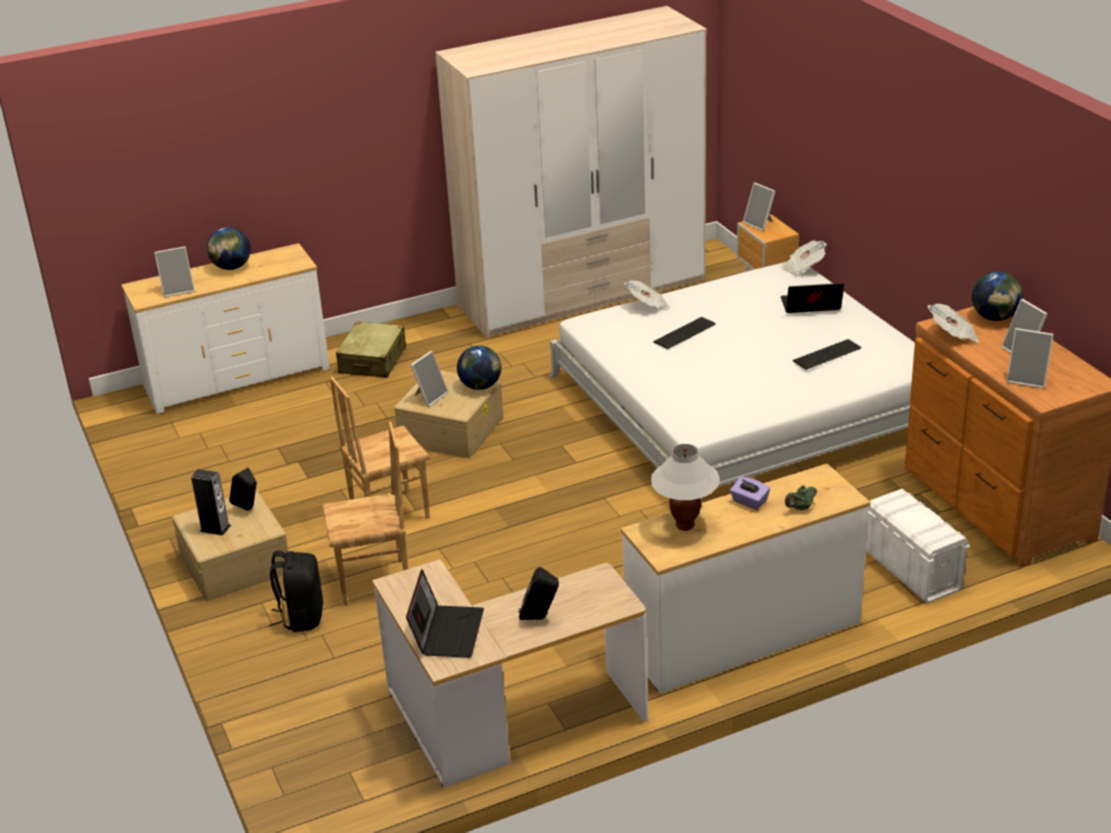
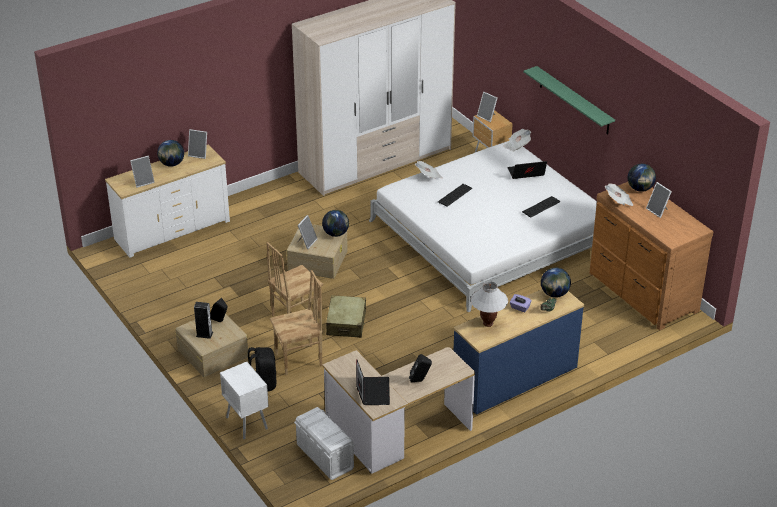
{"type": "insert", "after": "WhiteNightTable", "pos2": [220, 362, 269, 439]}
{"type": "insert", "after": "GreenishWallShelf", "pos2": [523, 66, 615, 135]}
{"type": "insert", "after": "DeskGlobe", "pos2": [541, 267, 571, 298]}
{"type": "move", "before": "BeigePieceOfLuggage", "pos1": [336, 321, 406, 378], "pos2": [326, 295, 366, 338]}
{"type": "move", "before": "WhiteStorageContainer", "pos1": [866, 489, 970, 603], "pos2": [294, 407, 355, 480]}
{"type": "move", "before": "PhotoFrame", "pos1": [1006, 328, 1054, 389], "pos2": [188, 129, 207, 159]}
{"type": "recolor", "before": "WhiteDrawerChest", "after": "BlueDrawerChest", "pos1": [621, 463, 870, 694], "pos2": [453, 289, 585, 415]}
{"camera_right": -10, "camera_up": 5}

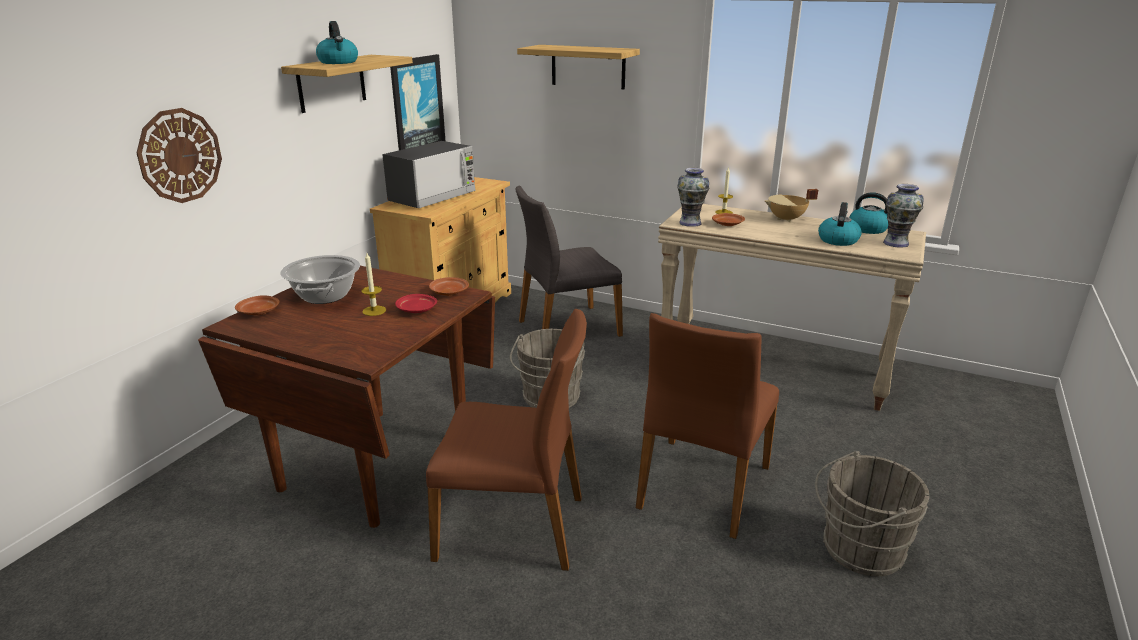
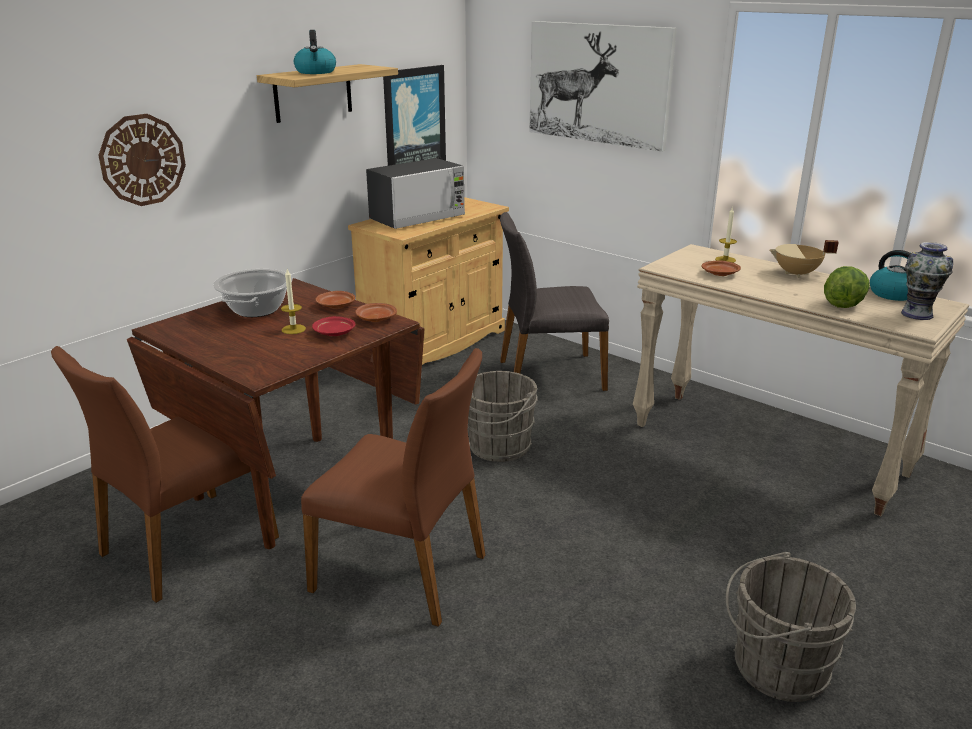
{"type": "delete", "before": "DecorativeVase", "pos1": [677, 168, 709, 227]}
{"type": "move", "before": "BrownDinnerPlate", "pos1": [235, 295, 279, 315], "pos2": [316, 291, 356, 309]}
{"type": "move", "before": "BrownUprightChair", "pos1": [636, 313, 779, 539], "pos2": [51, 346, 279, 603]}
{"type": "replace", "before": "WallShelf", "after": "WallPicture", "pos1": [517, 45, 640, 89], "pos2": [529, 21, 677, 152]}
{"type": "replace", "before": "TeaKettle", "after": "LettuceHead", "pos1": [818, 202, 862, 246], "pos2": [824, 266, 870, 308]}
{"camera_right": 15, "camera_up": 0}

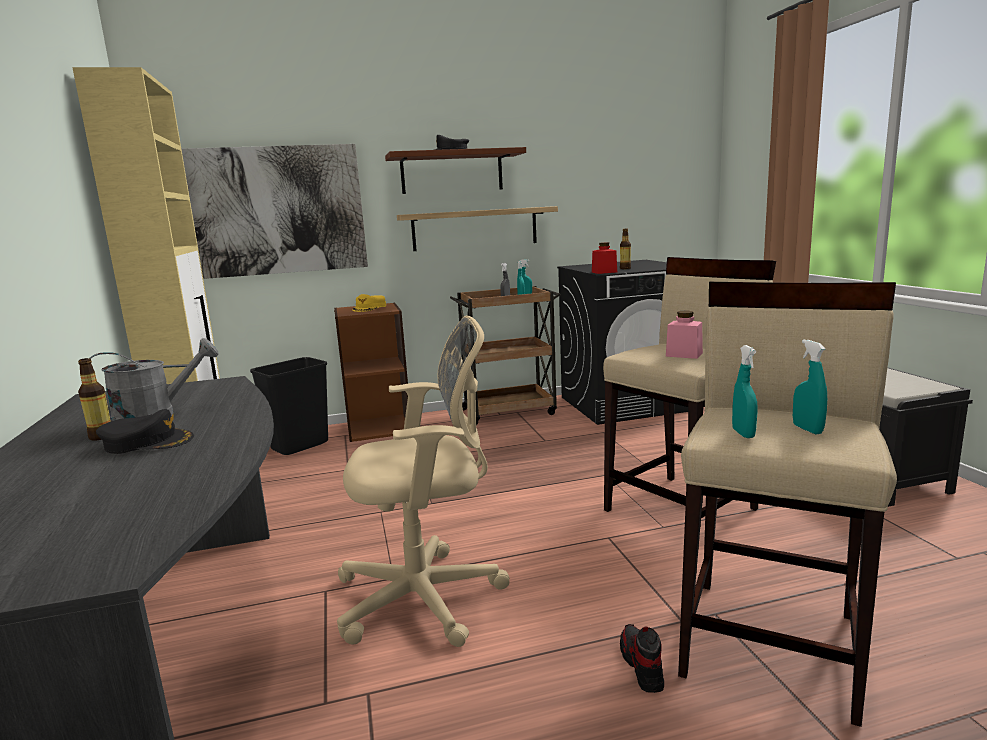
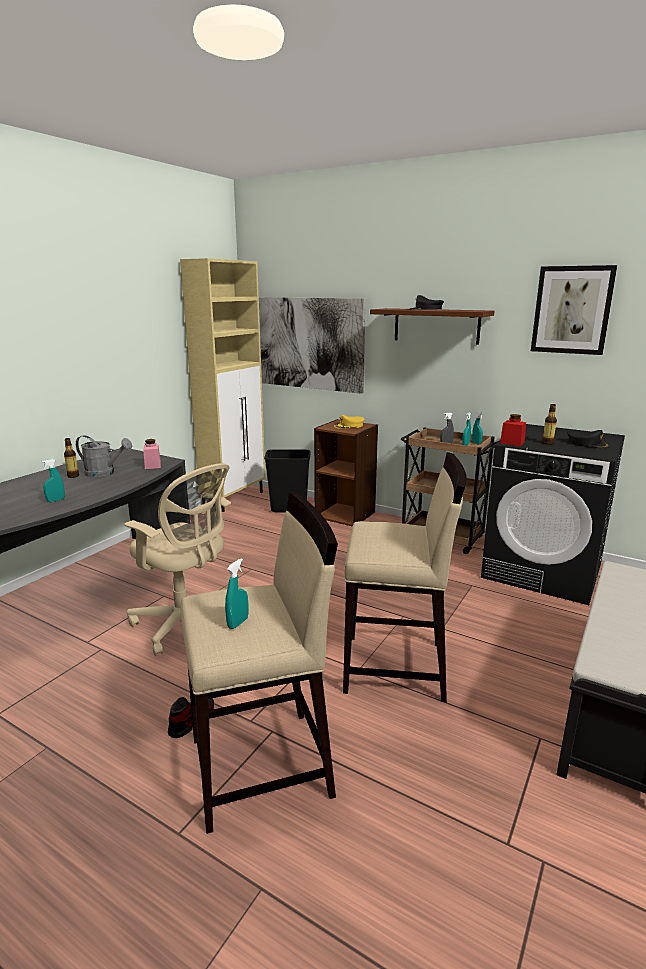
{"type": "delete", "before": "WallShelf", "pos1": [397, 206, 558, 251]}
{"type": "insert", "after": "WallPicture", "pos2": [531, 265, 617, 355]}
{"type": "move", "before": "BlackPeakedCap", "pos1": [96, 409, 194, 454], "pos2": [567, 430, 610, 449]}
{"type": "move", "before": "PinkishStorageJar", "pos1": [666, 311, 703, 359], "pos2": [143, 439, 161, 469]}
{"type": "move", "before": "TurquoiseColouredSprayBottle", "pos1": [732, 345, 758, 438], "pos2": [41, 459, 65, 502]}
{"camera_right": 45, "camera_up": 5}

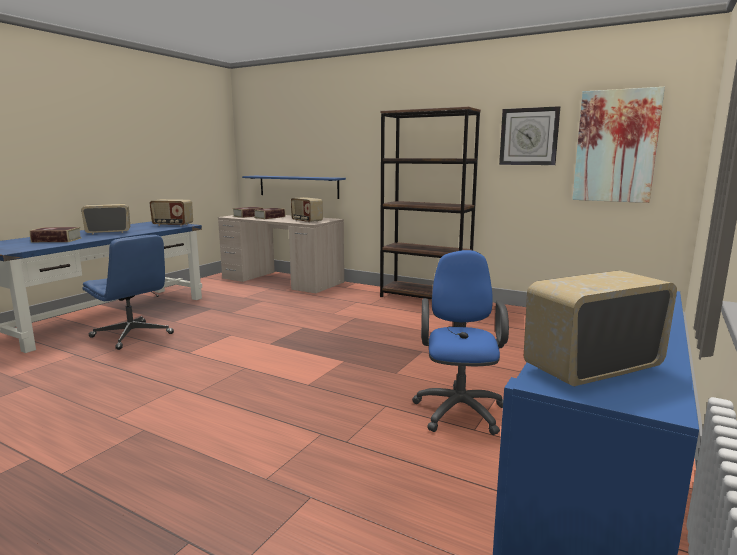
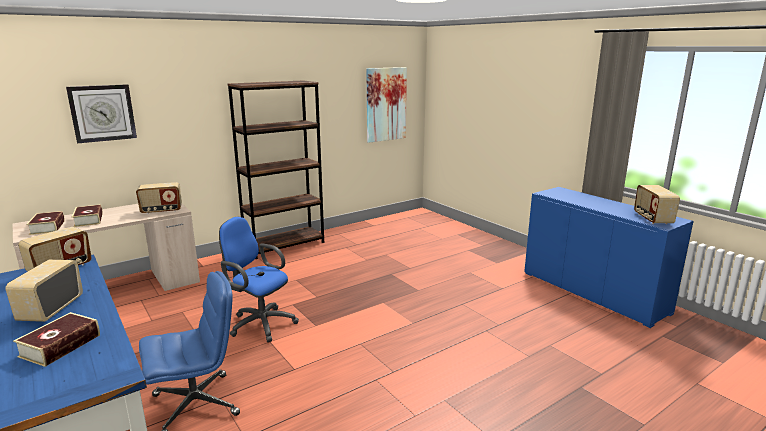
{"type": "delete", "before": "BlueWallShelf", "pos1": [242, 176, 346, 199]}
{"type": "move", "before": "BlueComputerChair", "pos1": [412, 250, 509, 435], "pos2": [219, 217, 299, 342]}
{"type": "move", "before": "ClockOnTheWall", "pos1": [499, 106, 560, 165], "pos2": [66, 84, 137, 143]}
{"camera_right": -65, "camera_up": 5}

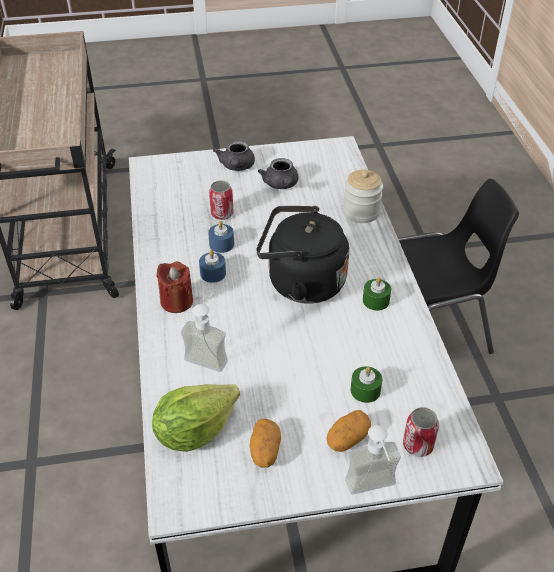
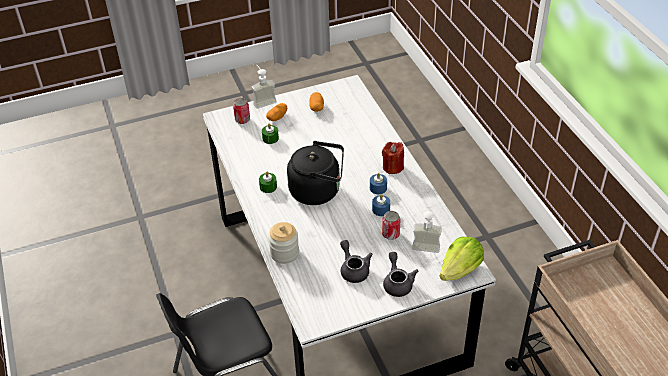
{"type": "move", "before": "LettuceHead", "pos1": [152, 384, 240, 452], "pos2": [439, 237, 484, 281]}
{"type": "move", "before": "SoapDispenser", "pos1": [181, 292, 228, 372], "pos2": [412, 211, 442, 253]}
{"camera_right": 170, "camera_up": 0}

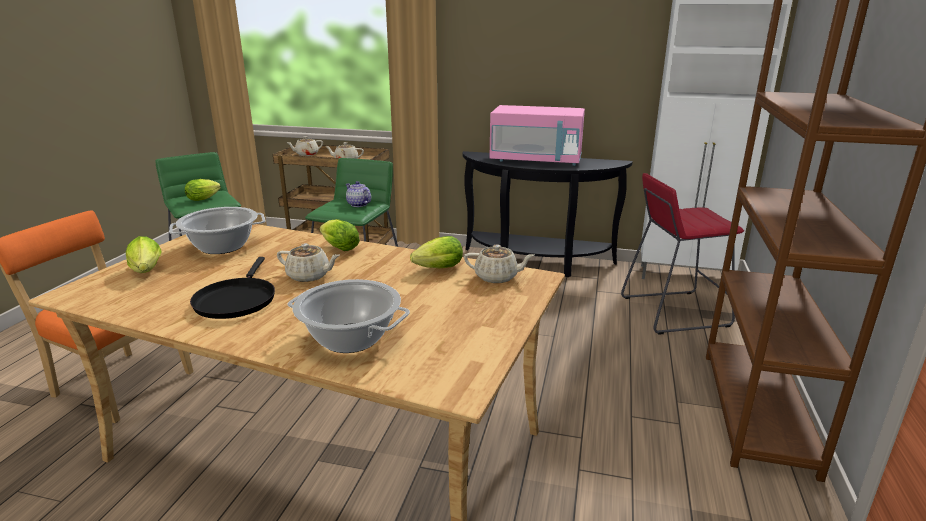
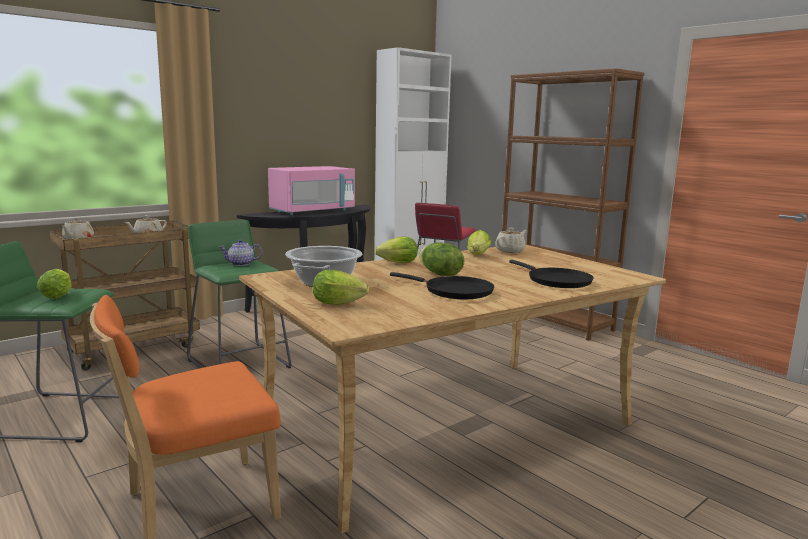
{"type": "replace", "before": "BeigeTeapot", "after": "LettuceHead", "pos1": [277, 243, 340, 282], "pos2": [419, 242, 464, 276]}
{"type": "replace", "before": "Saucepot", "after": "BlackPan", "pos1": [288, 279, 410, 353], "pos2": [509, 260, 593, 288]}
{"camera_right": -55, "camera_up": -10}

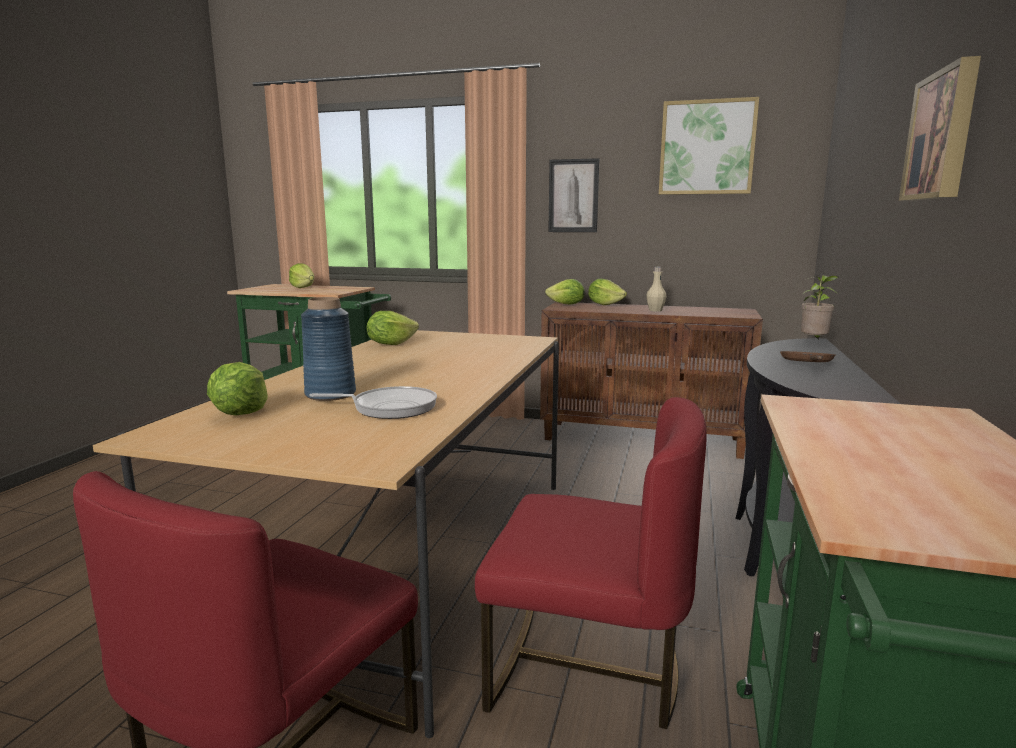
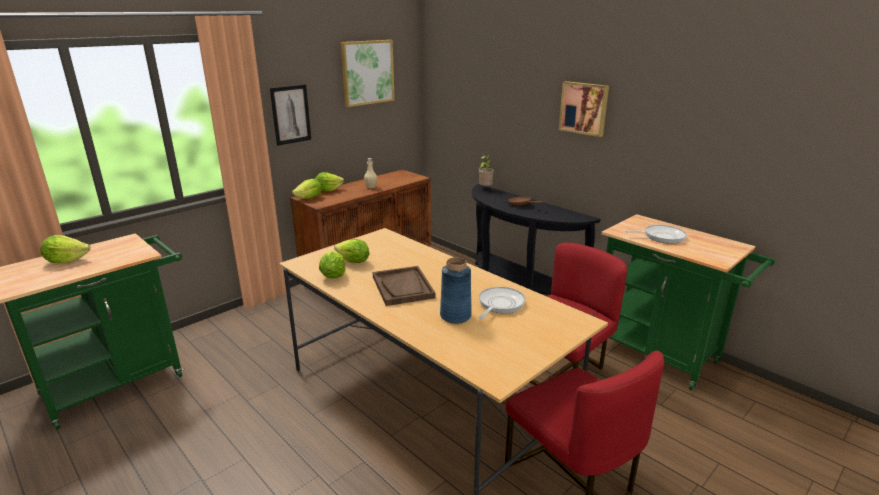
{"type": "insert", "after": "BrownTray", "pos2": [373, 266, 436, 306]}
{"type": "insert", "after": "Pan", "pos2": [625, 225, 687, 244]}
{"type": "move", "before": "LettuceHead", "pos1": [207, 362, 268, 416], "pos2": [334, 239, 370, 263]}
{"camera_right": -60, "camera_up": 10}

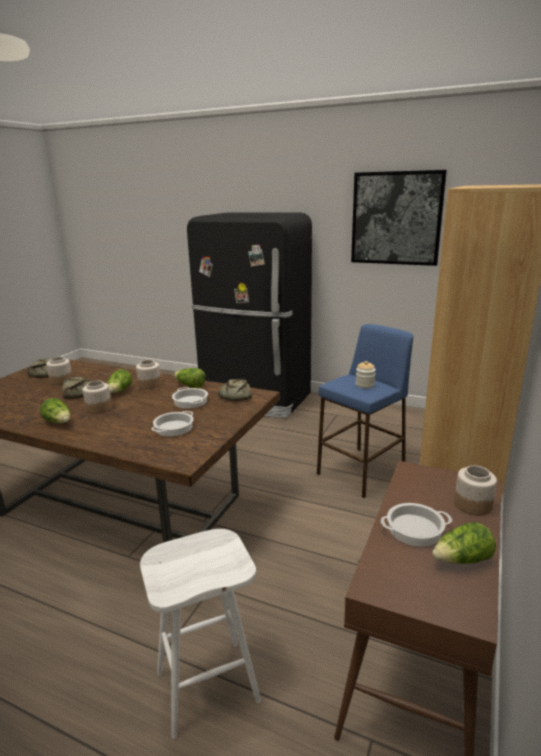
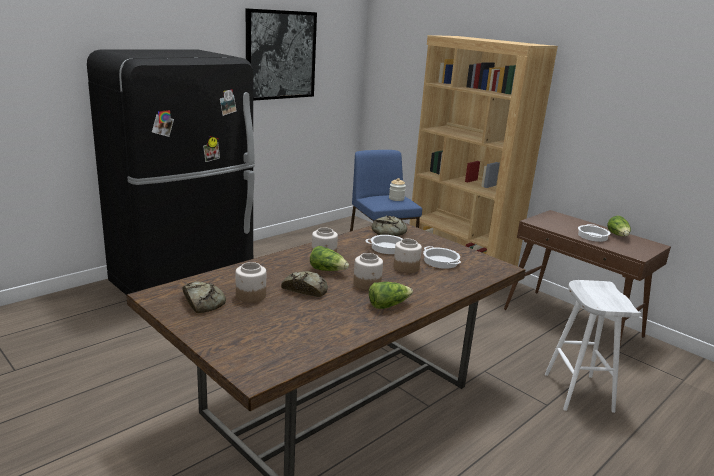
{"type": "delete", "before": "LettuceHead", "pos1": [174, 368, 206, 388]}
{"type": "move", "before": "StorageJar", "pos1": [454, 465, 497, 516], "pos2": [393, 239, 422, 273]}
{"camera_right": -70, "camera_up": 0}

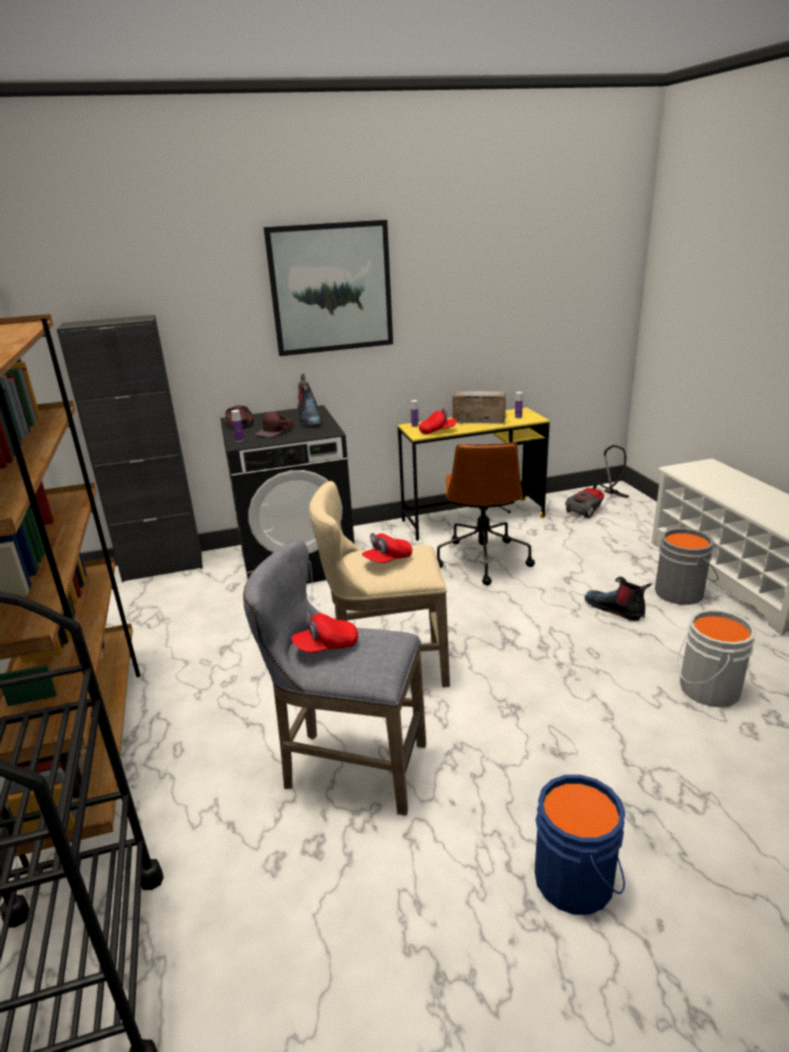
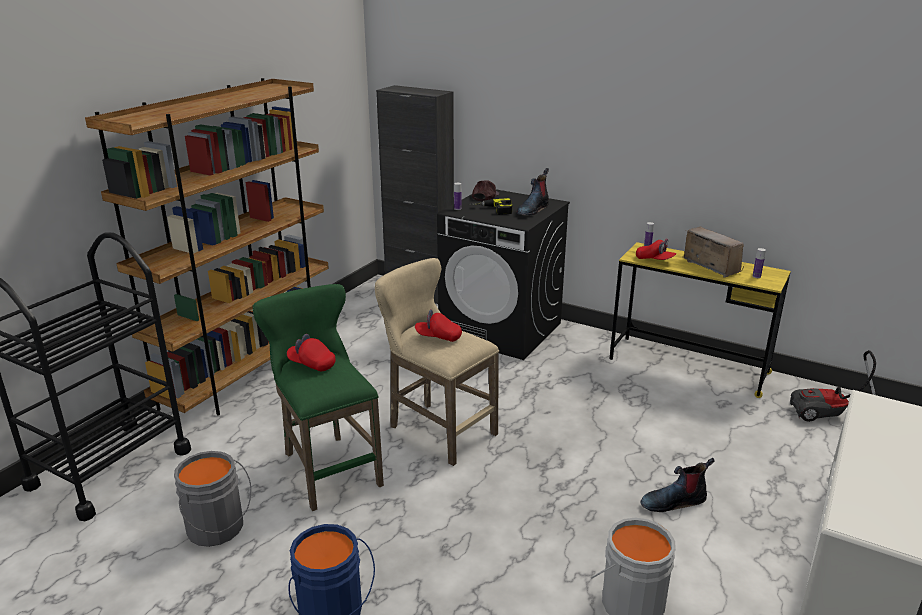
{"type": "delete", "before": "WallPicture", "pos1": [264, 220, 393, 356]}
{"type": "delete", "before": "BrownComputerChair", "pos1": [437, 442, 535, 585]}
{"type": "move", "before": "GreyishWaterBucket", "pos1": [655, 528, 718, 605], "pos2": [174, 451, 251, 547]}
{"type": "replace", "before": "BrownPeakedCap", "after": "ElectricDrill", "pos1": [255, 411, 294, 437], "pos2": [469, 198, 512, 215]}
{"type": "recolor", "before": "GreyishStool", "after": "GreenishStool", "pos1": [243, 540, 426, 816], "pos2": [252, 284, 384, 511]}
{"type": "rotate", "before": "HighTopBoot", "pos1": [584, 577, 652, 621], "pos2": [641, 458, 715, 512], "turn": -105}
{"camera_right": 45, "camera_up": 0}

